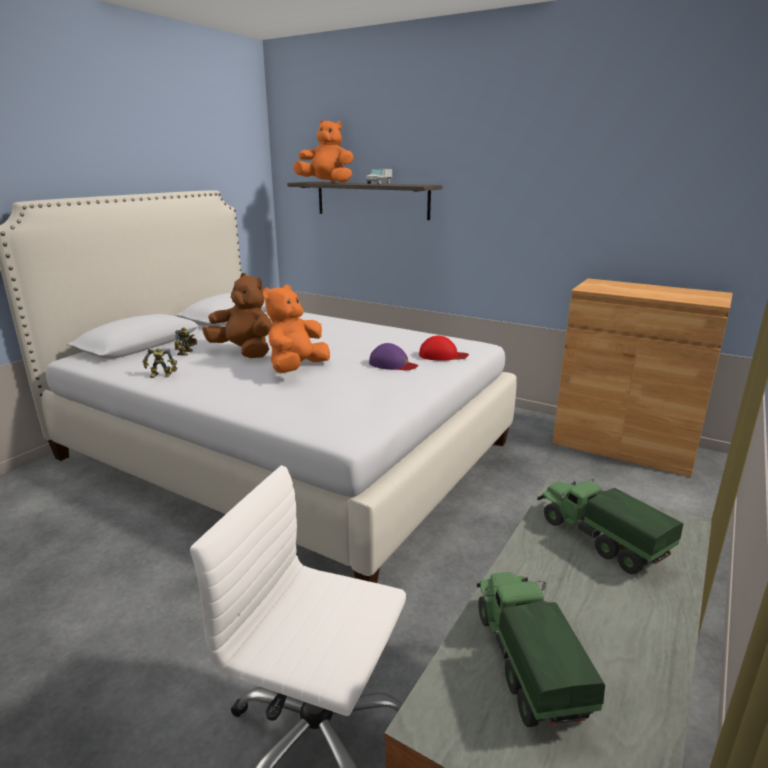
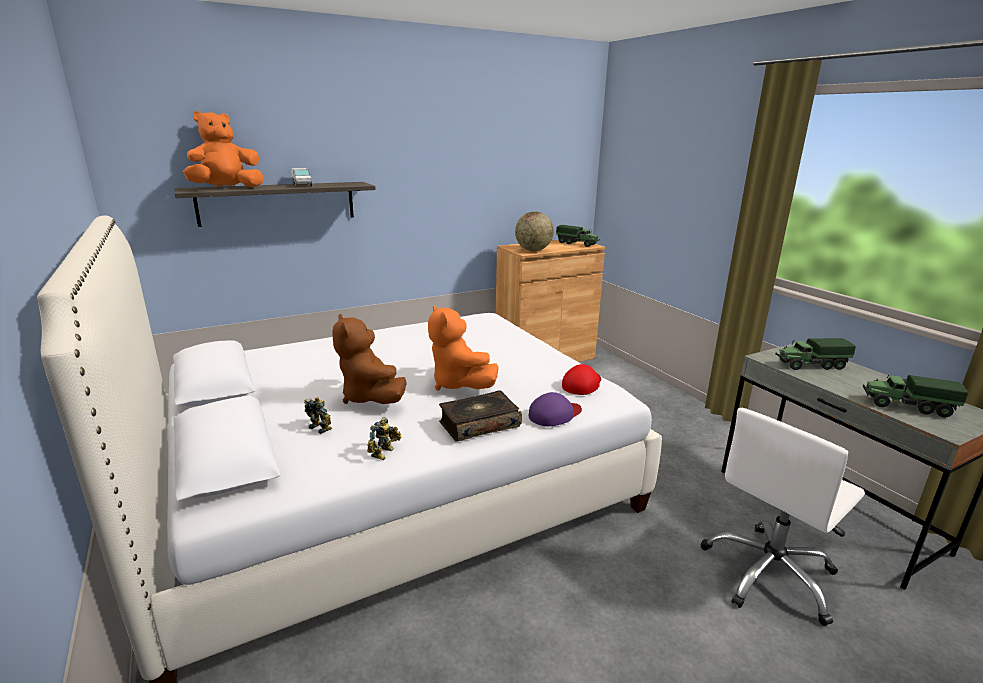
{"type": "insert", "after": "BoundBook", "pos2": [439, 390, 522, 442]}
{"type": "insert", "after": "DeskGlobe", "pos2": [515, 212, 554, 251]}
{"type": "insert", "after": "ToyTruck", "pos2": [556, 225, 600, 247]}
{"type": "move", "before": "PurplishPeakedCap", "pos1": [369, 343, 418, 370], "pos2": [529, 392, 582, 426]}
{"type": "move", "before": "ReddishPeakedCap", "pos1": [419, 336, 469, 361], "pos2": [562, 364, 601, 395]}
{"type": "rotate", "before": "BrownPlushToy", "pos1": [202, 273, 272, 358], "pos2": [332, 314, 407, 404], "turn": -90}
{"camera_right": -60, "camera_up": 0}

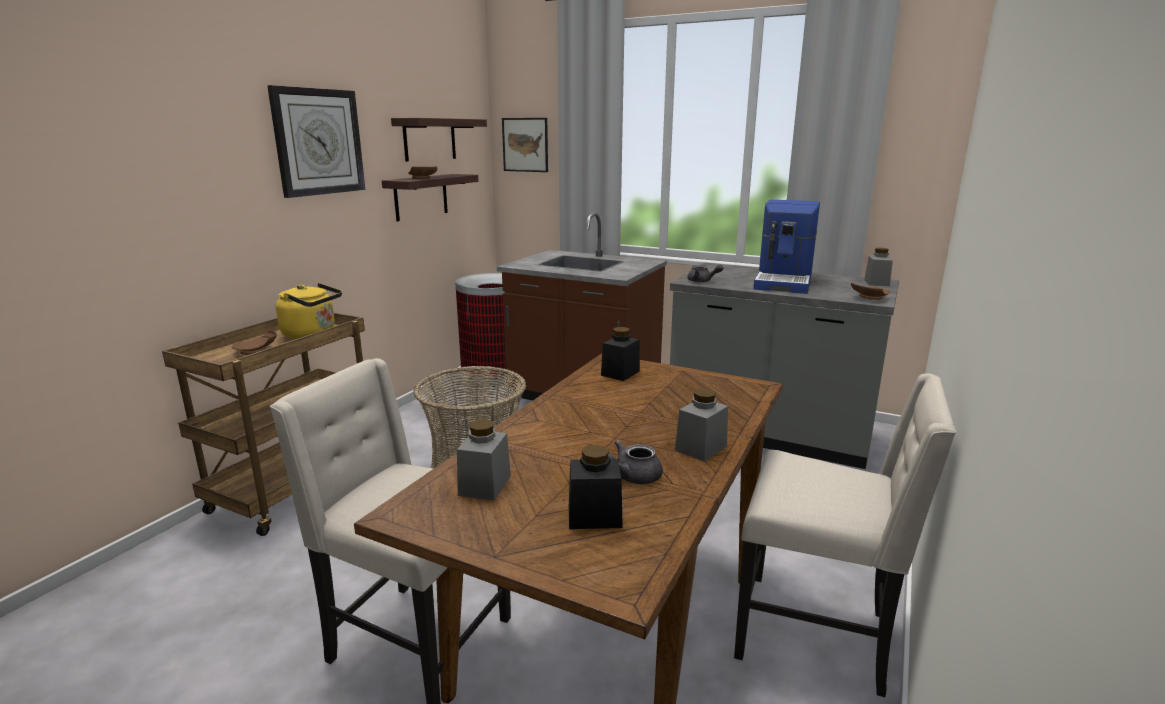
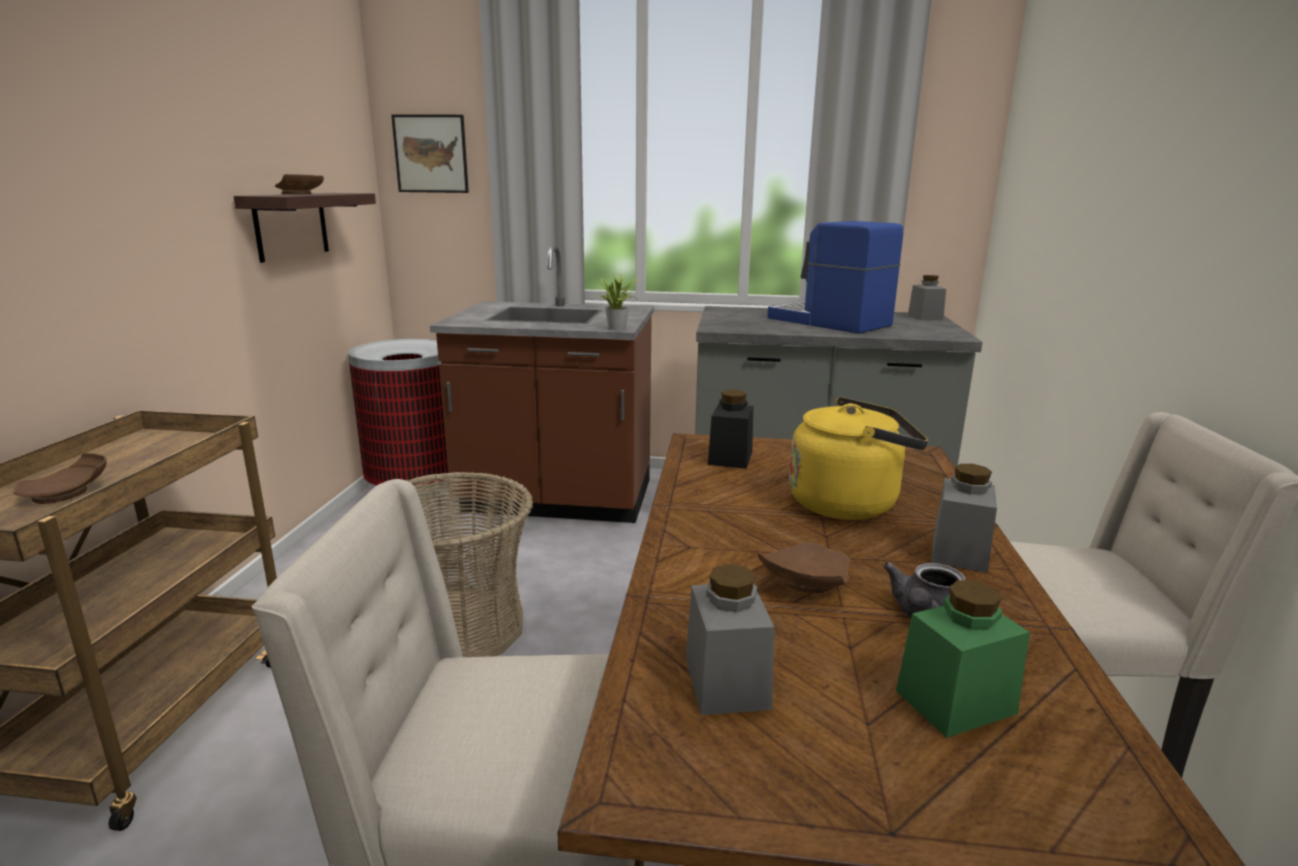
{"type": "delete", "before": "ClockOnTheWall", "pos1": [267, 85, 365, 198]}
{"type": "delete", "before": "WallShelf", "pos1": [391, 118, 487, 162]}
{"type": "delete", "before": "GreyishTeapot", "pos1": [687, 264, 723, 282]}
{"type": "insert", "after": "PlantInAPot", "pos2": [598, 274, 640, 330]}
{"type": "move", "before": "YellowColouredTeaKettle", "pos1": [276, 283, 342, 339], "pos2": [789, 397, 928, 520]}
{"type": "move", "before": "BrownDinnerPlate", "pos1": [851, 283, 890, 300], "pos2": [758, 542, 850, 593]}
{"type": "recolor", "before": "BlackStorageJar", "after": "GreenishStorageJar", "pos1": [569, 445, 623, 529], "pos2": [896, 580, 1030, 738]}
{"type": "rotate", "before": "CoffeeMachine", "pos1": [753, 200, 820, 294], "pos2": [767, 221, 903, 334], "turn": 135}
{"camera_right": -20, "camera_up": 0}

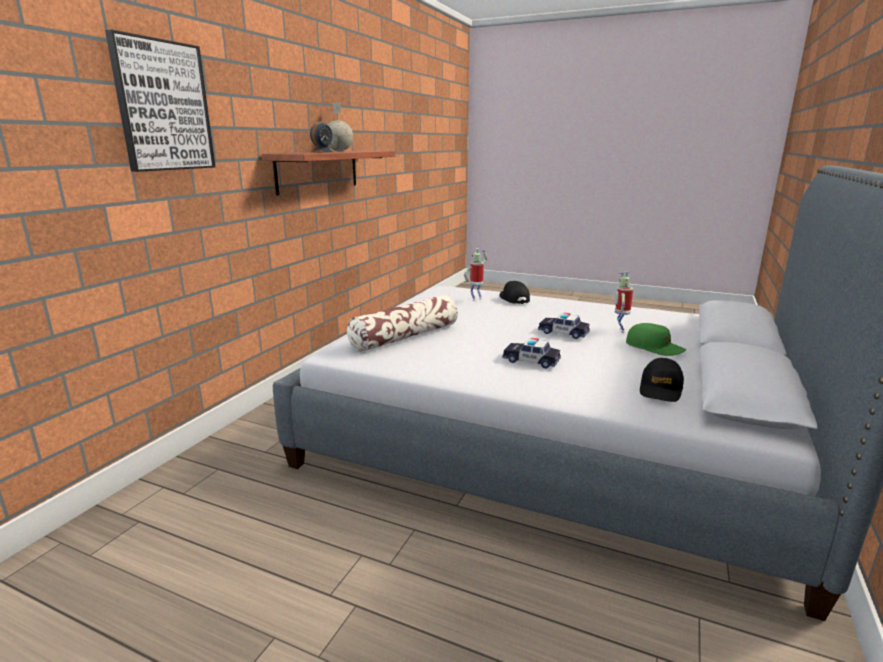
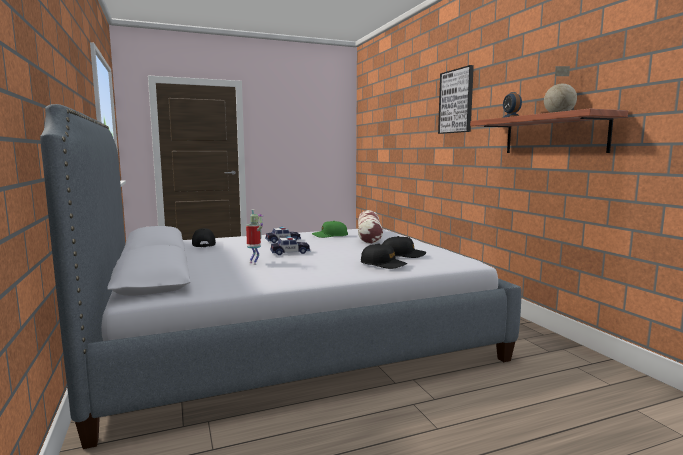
{"type": "move", "before": "GreenishPeakedCap", "pos1": [626, 323, 686, 356], "pos2": [312, 221, 348, 238]}
{"type": "replace", "before": "RobotFigure", "after": "BlackPeakedCap", "pos1": [464, 248, 487, 301], "pos2": [383, 236, 426, 258]}
{"camera_right": 135, "camera_up": -10}

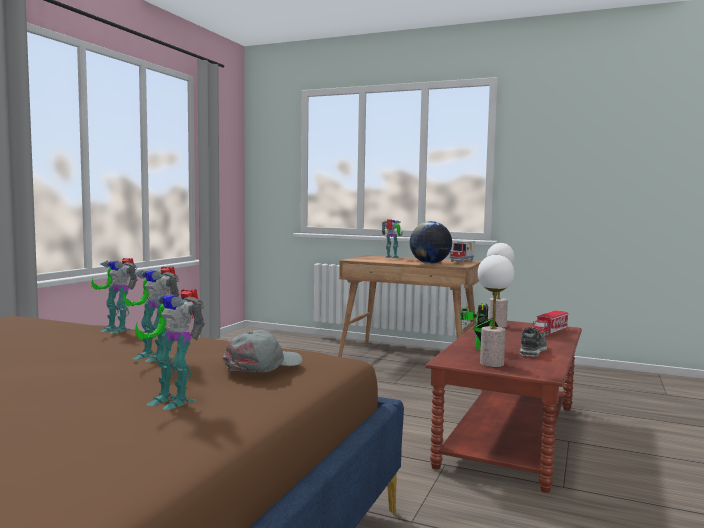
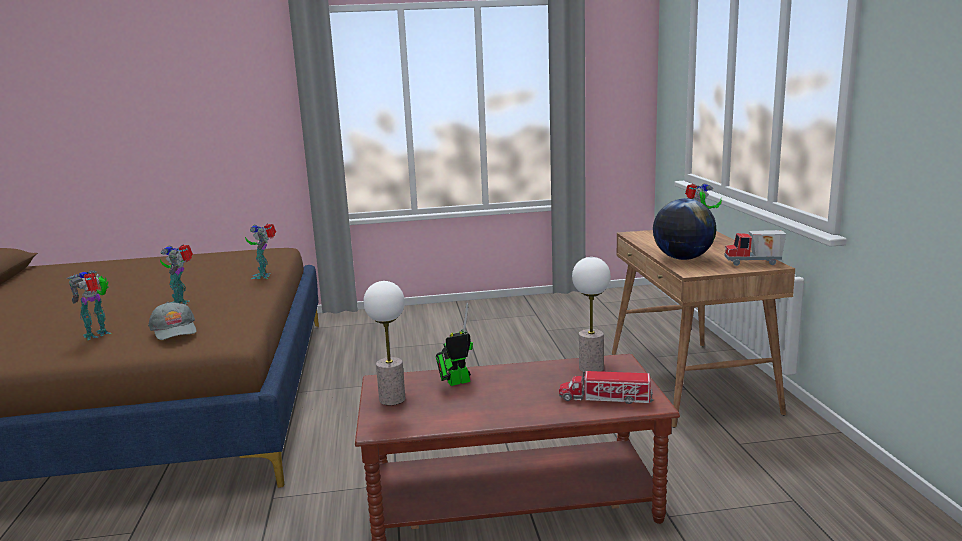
{"type": "delete", "before": "ItemOfFootwear", "pos1": [520, 327, 547, 357]}
{"type": "rotate", "before": "RobotFigure", "pos1": [135, 289, 205, 410], "pos2": [67, 270, 111, 340], "turn": 45}
{"type": "rotate", "before": "GreyishPeakedCap", "pos1": [222, 330, 303, 372], "pos2": [148, 302, 196, 340], "turn": 45}
{"camera_right": 60, "camera_up": 10}

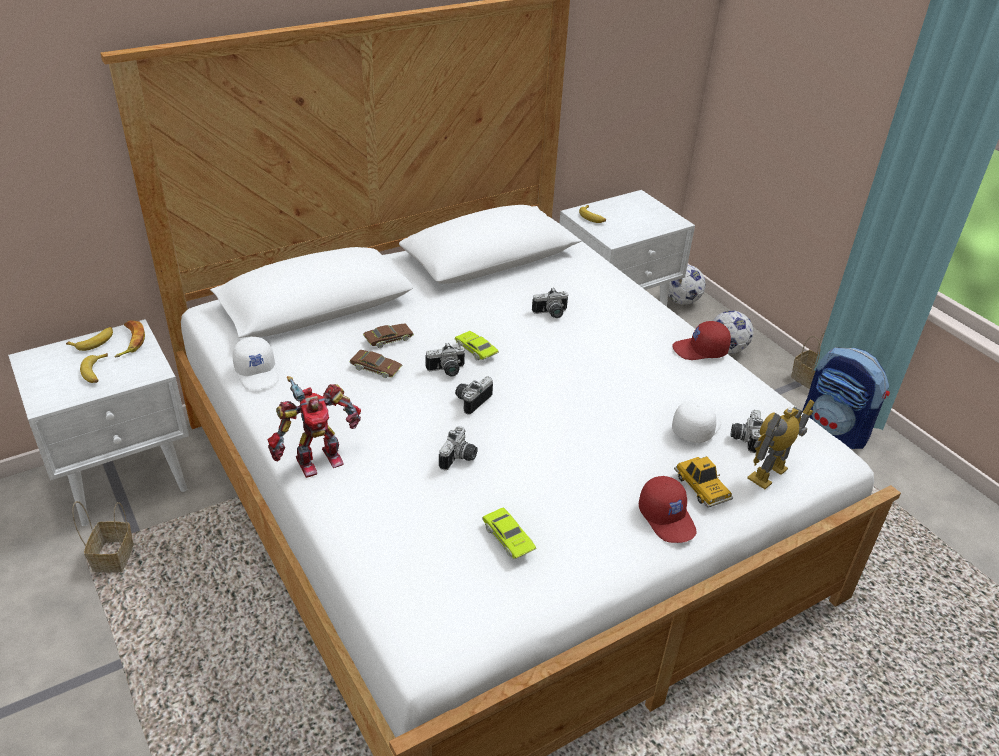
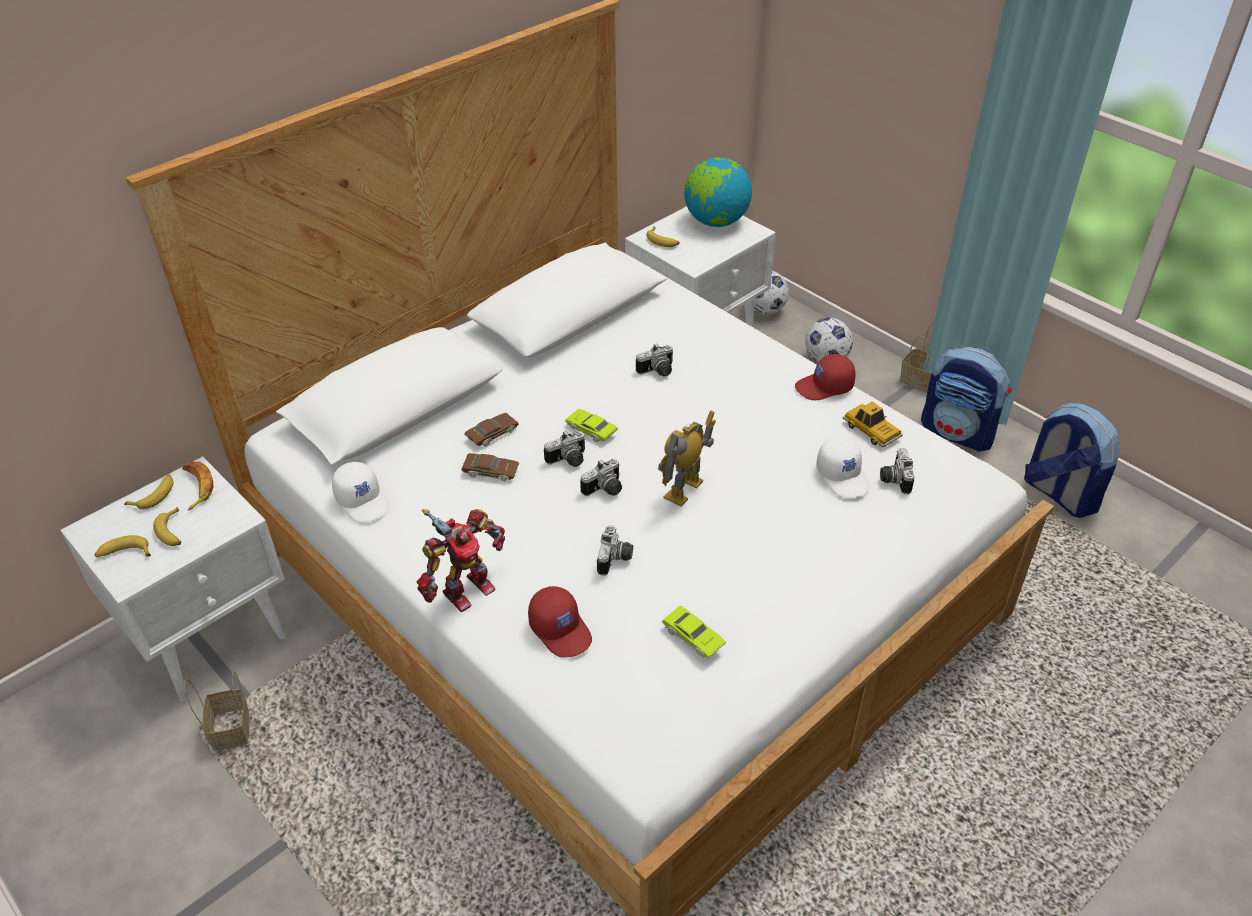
{"type": "insert", "after": "WholeBanana", "pos2": [94, 535, 151, 557]}
{"type": "insert", "after": "DeskGlobe", "pos2": [684, 157, 752, 227]}
{"type": "insert", "after": "Knapsack", "pos2": [1024, 403, 1119, 518]}
{"type": "move", "before": "ReddishPeakedCap", "pos1": [639, 476, 696, 543], "pos2": [528, 586, 592, 658]}
{"type": "move", "before": "MiniatureCar", "pos1": [674, 456, 733, 508], "pos2": [843, 401, 903, 447]}
{"type": "move", "before": "RobotFigure", "pos1": [747, 400, 815, 489], "pos2": [658, 410, 716, 507]}
{"type": "rotate", "before": "StillCamera", "pos1": [455, 377, 493, 414], "pos2": [580, 458, 622, 496], "turn": -150}
{"type": "rotate", "before": "WhitePeakedCap", "pos1": [672, 400, 721, 443], "pos2": [817, 437, 869, 498], "turn": 135}
{"camera_right": -10, "camera_up": 5}

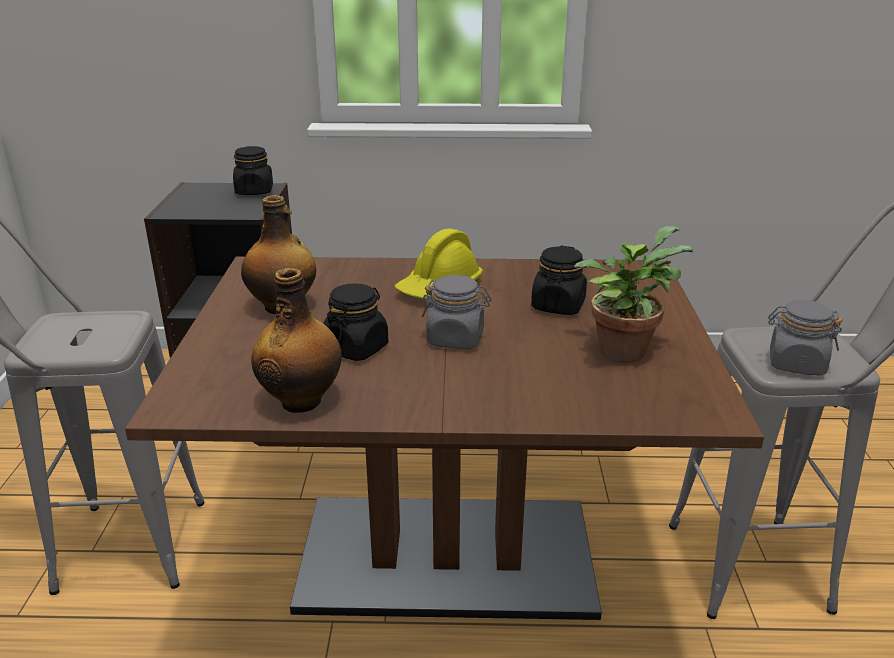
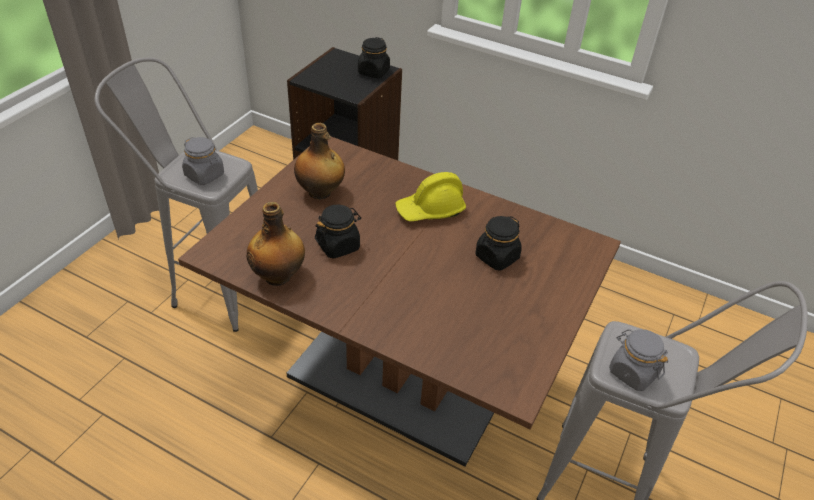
{"type": "delete", "before": "PlantInAPot", "pos1": [574, 225, 693, 363]}
{"type": "move", "before": "GreyishStorageJar", "pos1": [422, 275, 492, 349], "pos2": [182, 137, 224, 185]}
{"camera_right": 25, "camera_up": 15}

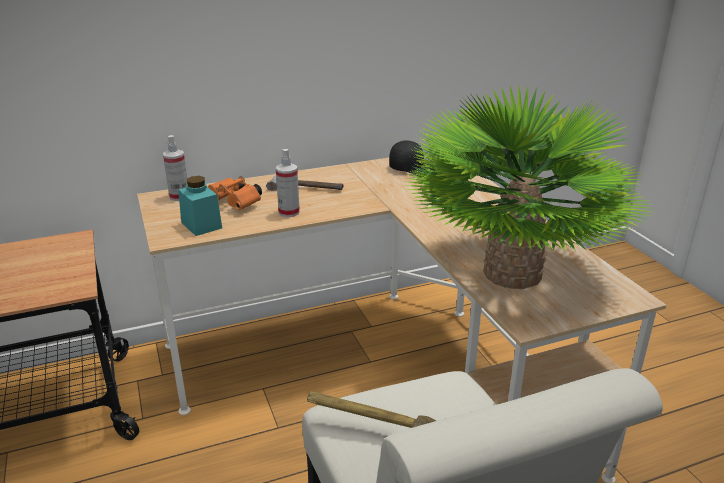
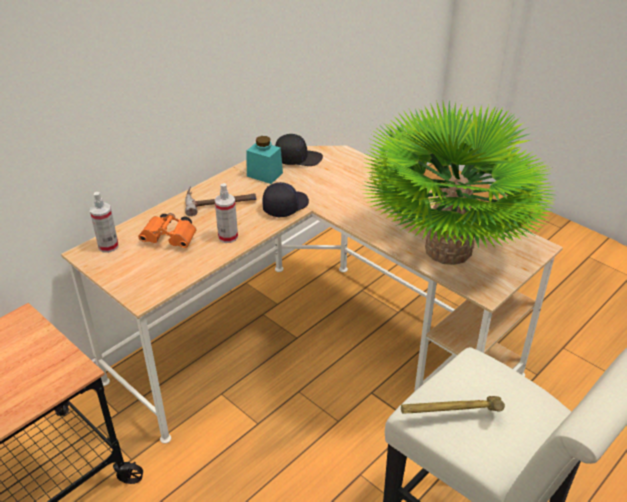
{"type": "insert", "after": "BlackPeakedCap", "pos2": [262, 182, 309, 217]}
{"type": "move", "before": "TurquoiseColouredStorageJar", "pos1": [178, 176, 222, 236], "pos2": [246, 136, 283, 184]}
{"camera_right": -25, "camera_up": 10}

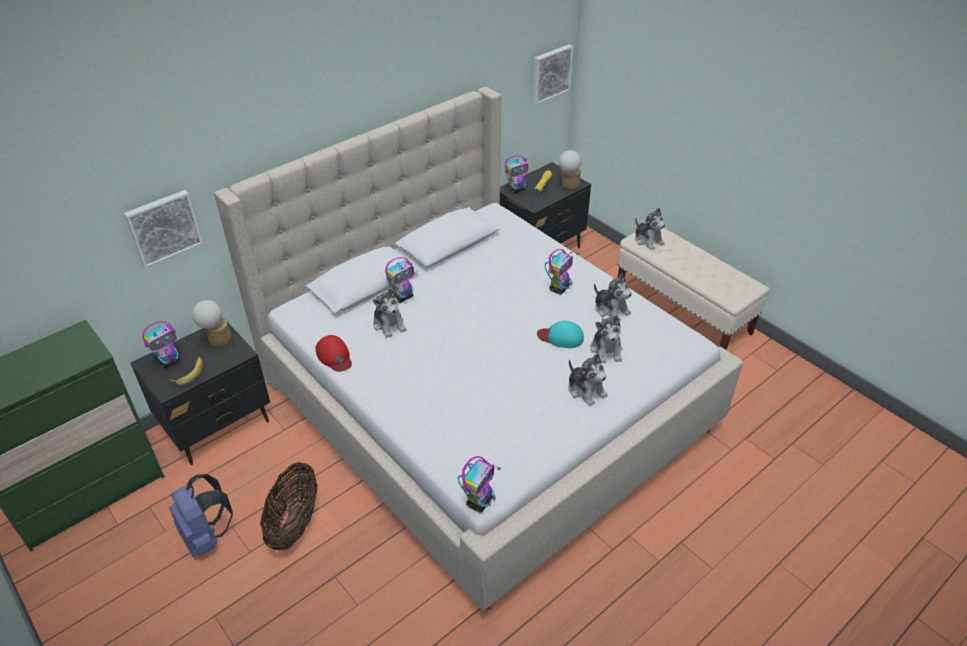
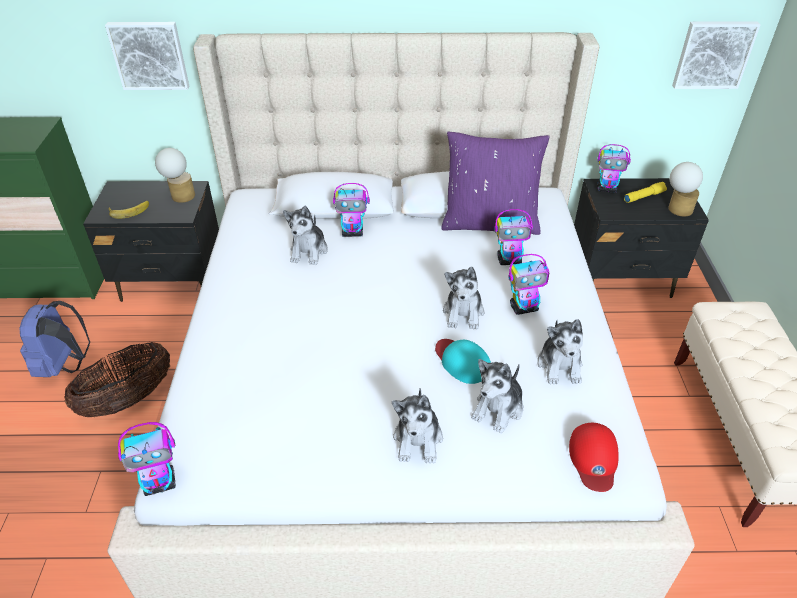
{"type": "insert", "after": "PurplishThrowPillow", "pos2": [441, 132, 550, 235]}
{"type": "move", "before": "RobotFigure", "pos1": [142, 321, 180, 369], "pos2": [494, 209, 533, 265]}
{"type": "move", "before": "ReddishPeakedCap", "pos1": [315, 335, 352, 372], "pos2": [569, 423, 619, 492]}
{"type": "move", "before": "PlushToy", "pos1": [635, 208, 665, 250], "pos2": [443, 267, 484, 330]}
{"camera_right": 40, "camera_up": 0}

